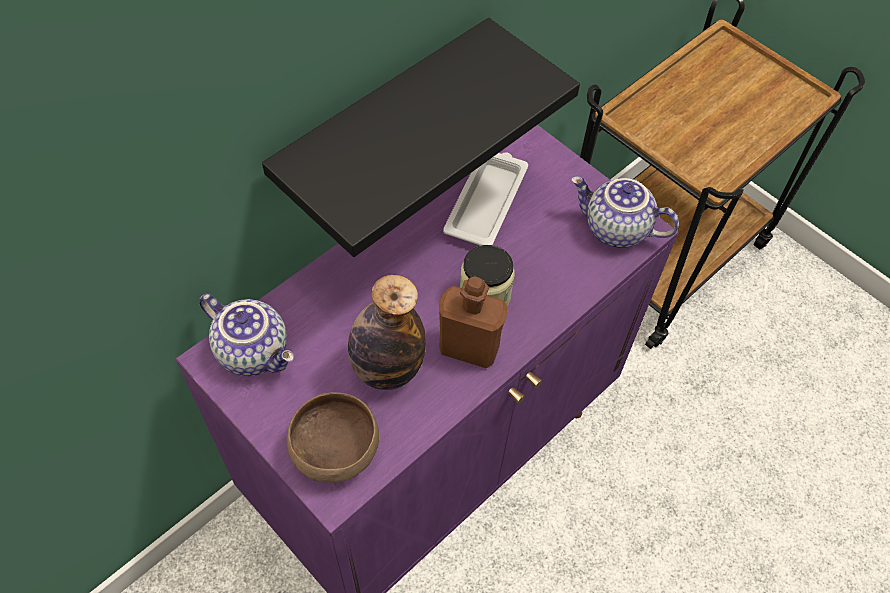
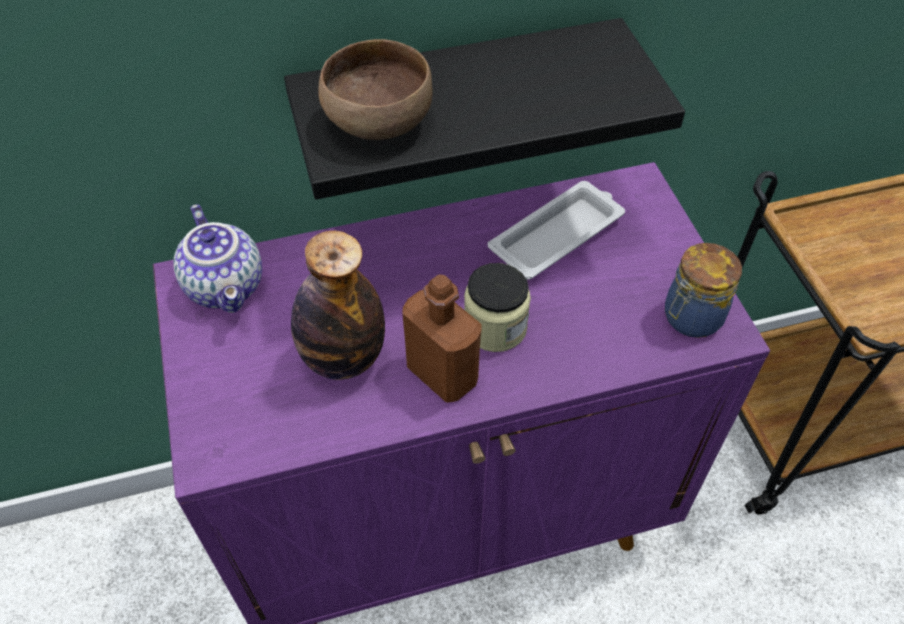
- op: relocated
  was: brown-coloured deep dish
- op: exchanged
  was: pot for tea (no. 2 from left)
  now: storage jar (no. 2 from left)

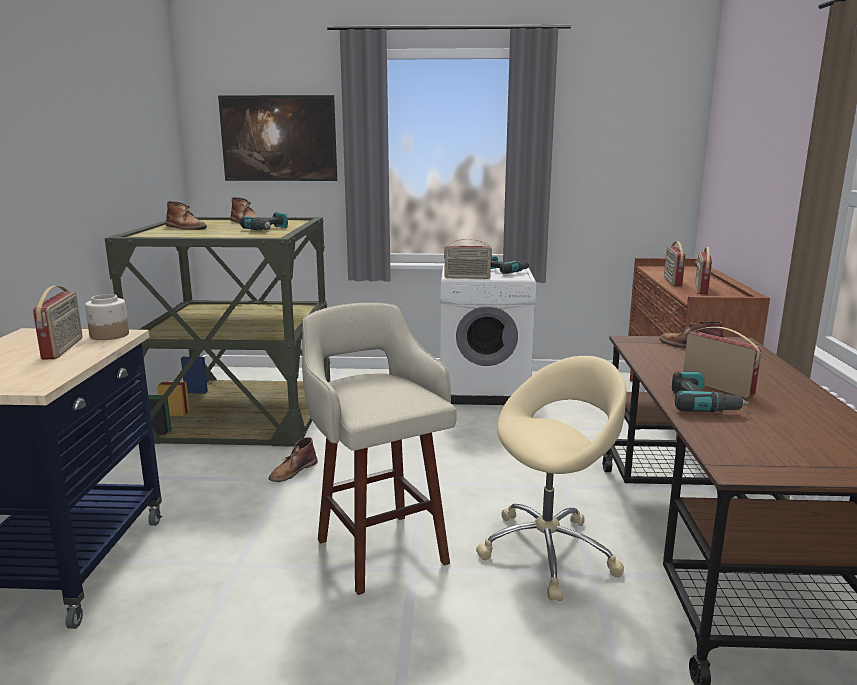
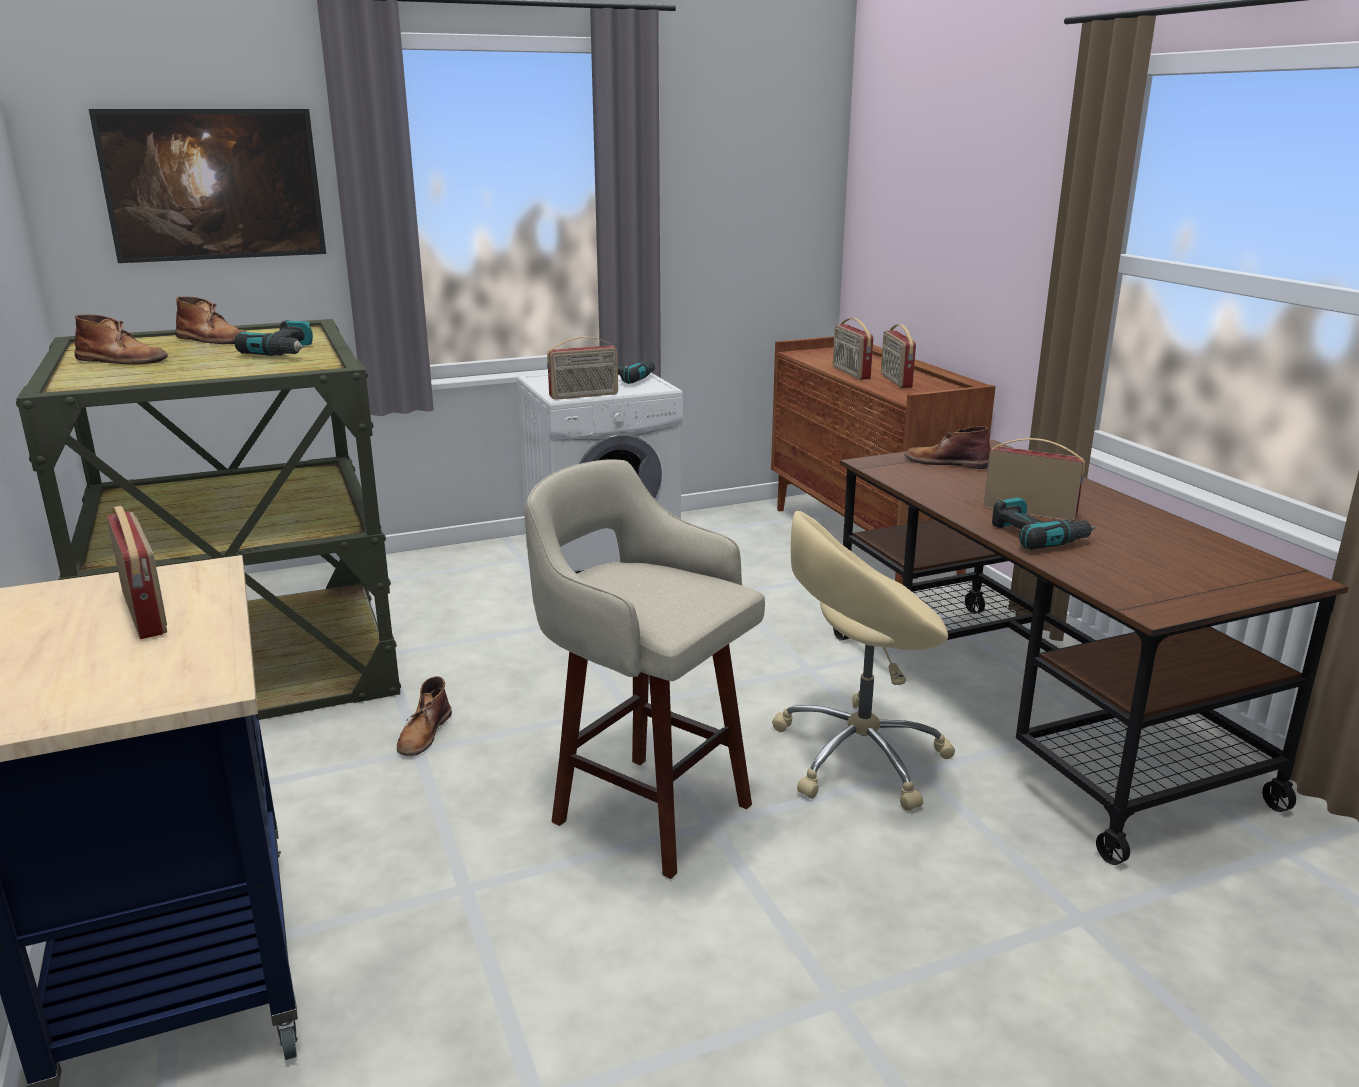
- op: missing
  was: storage jar
- op: spun
  was: sand-coloured office chair
  clockwise: -150

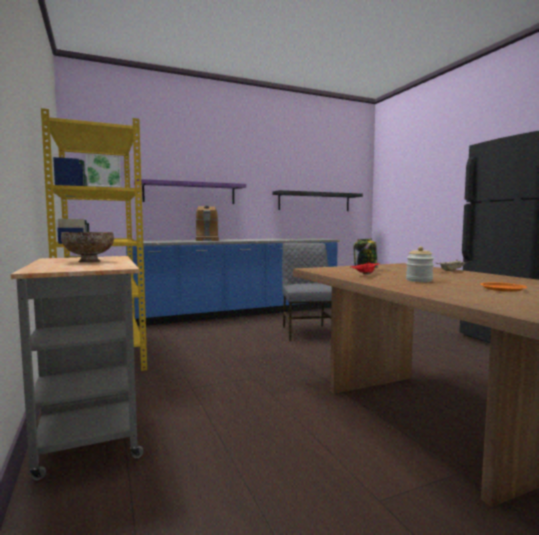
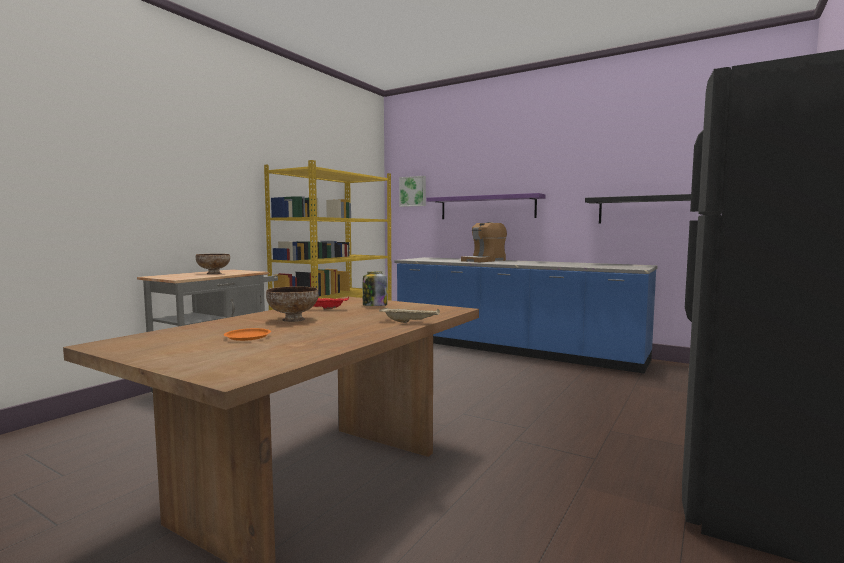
- op: missing
  was: gray chair
- op: exchanged
  was: storage jar (no. 2 from left)
  now: deep dish (no. 2 from left)

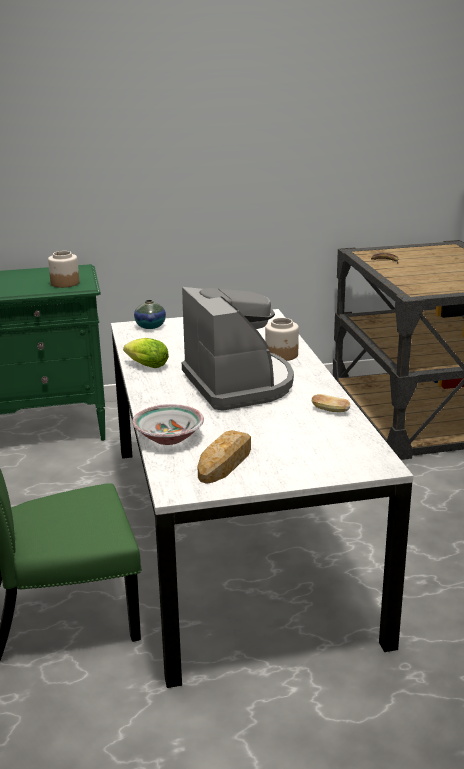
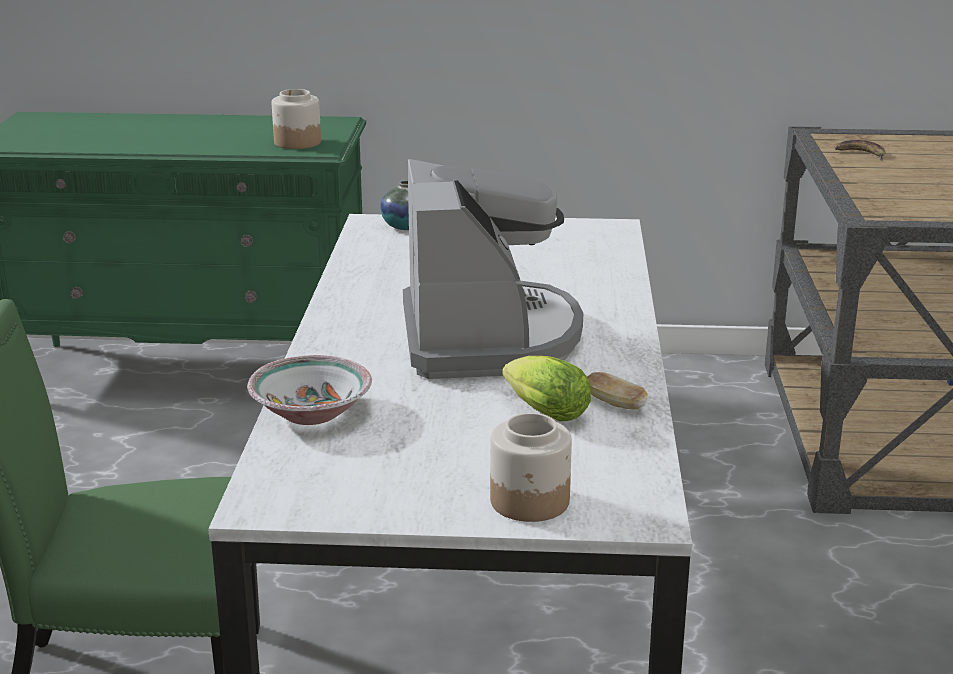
- op: missing
  was: bakery bread (no. 1 from left)
- op: relocated
  was: lettuce
- op: relocated
  was: storage jar (no. 2 from left)

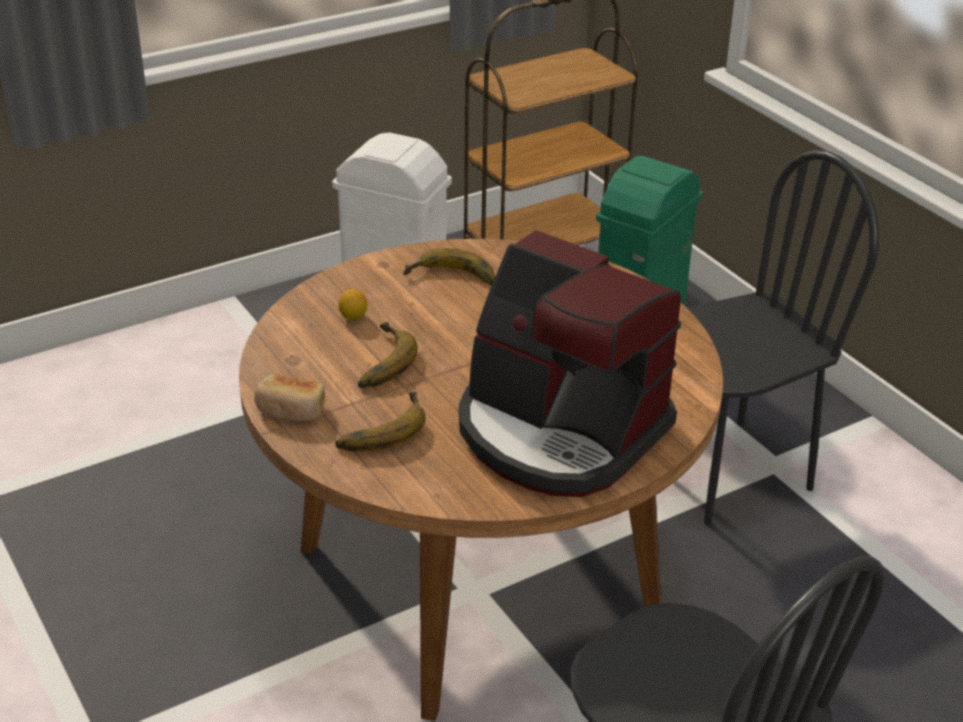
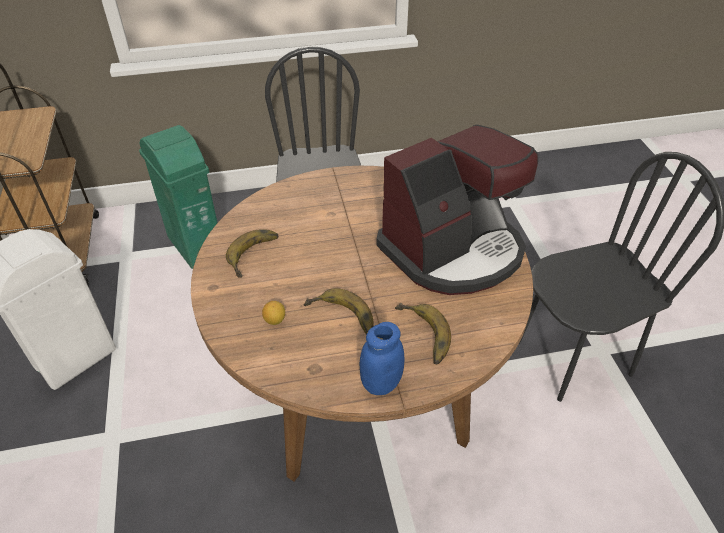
- op: exchanged
  was: bakery bread
  now: blue storage jar

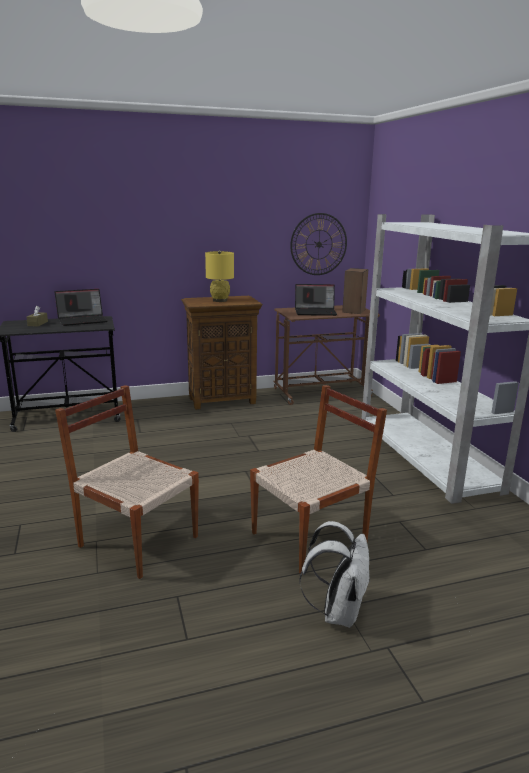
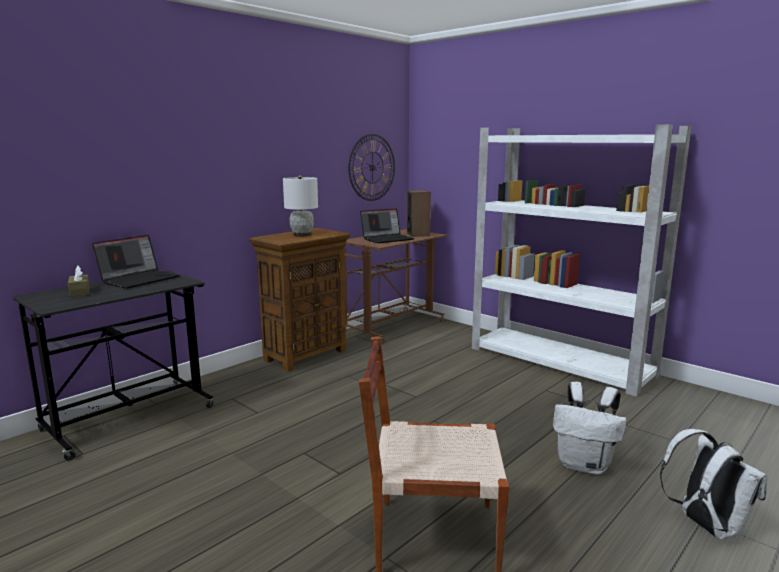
- op: exchanged
  was: chair (no. 2 from left)
  now: white-coloured knapsack (no. 1 from left)
- op: colour
  was: yellow-coloured tabletop lamp
  now: white-coloured tabletop lamp

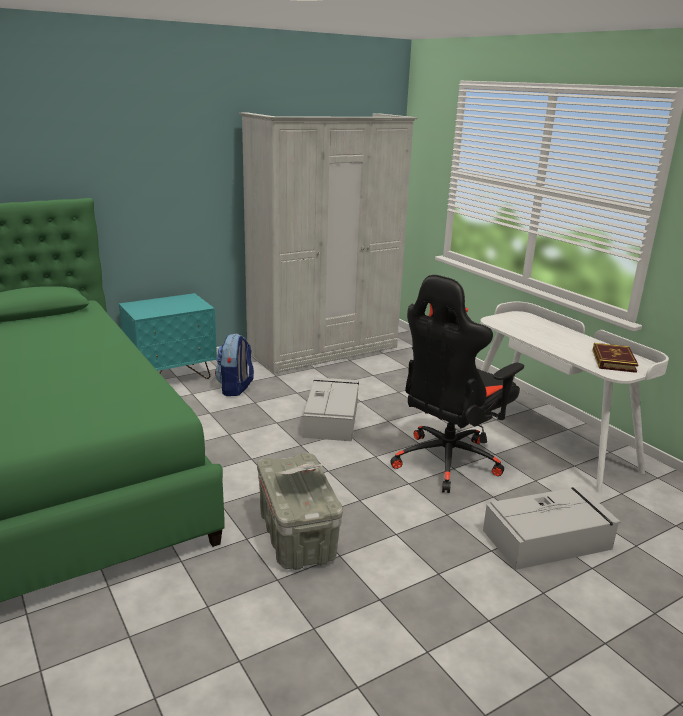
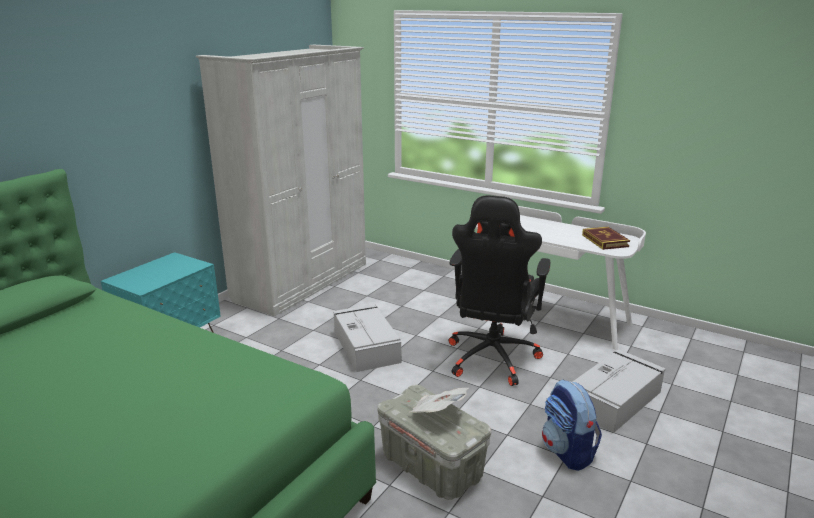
- op: relocated
  was: knapsack

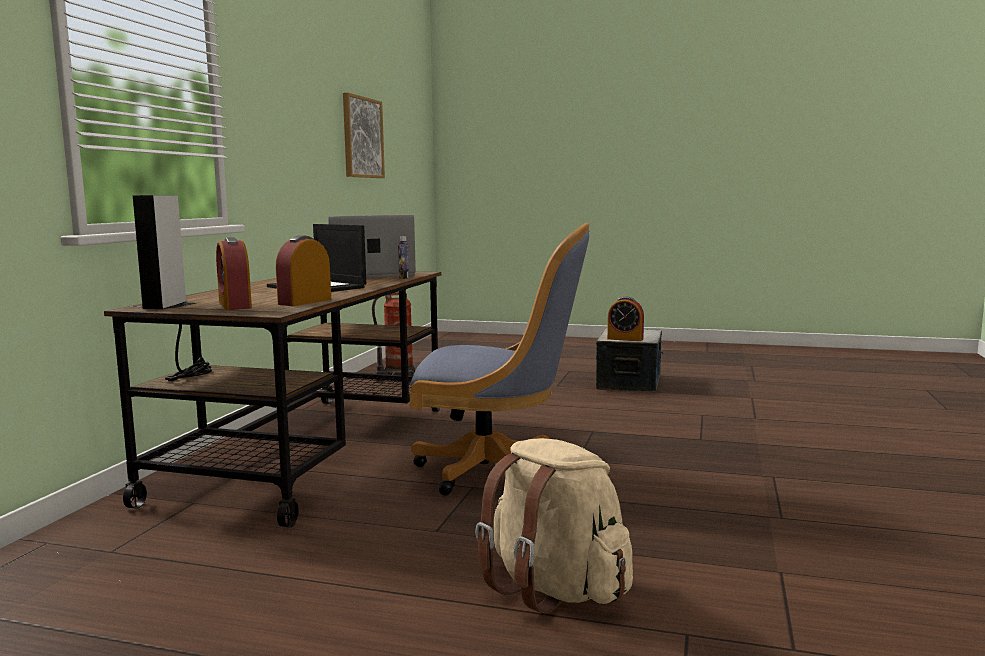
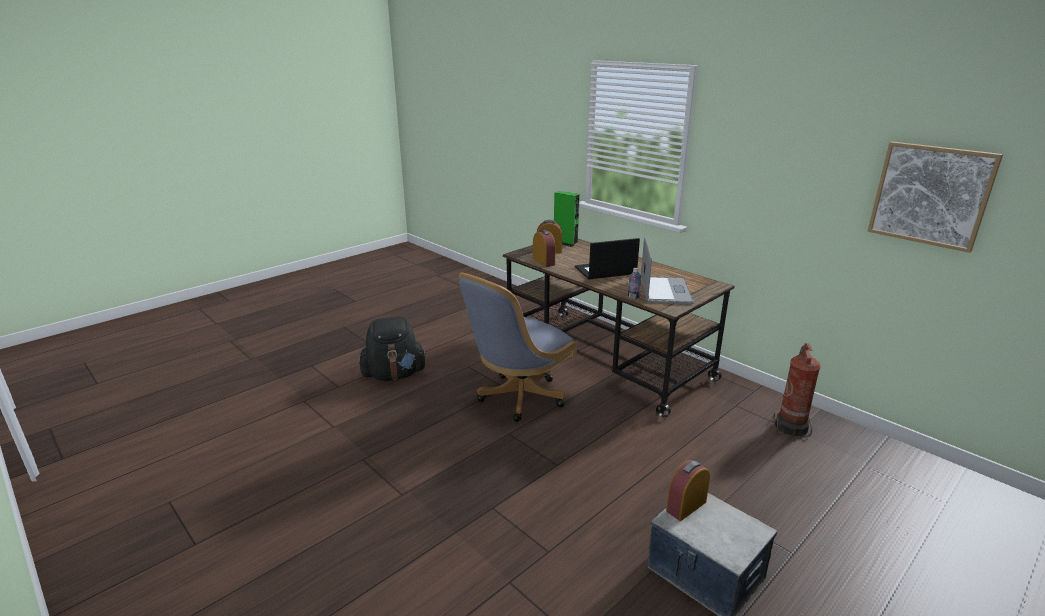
- op: colour
  was: gray audio speaker
  now: green-coloured audio speaker
- op: colour
  was: sand-coloured knapsack
  now: blackish knapsack

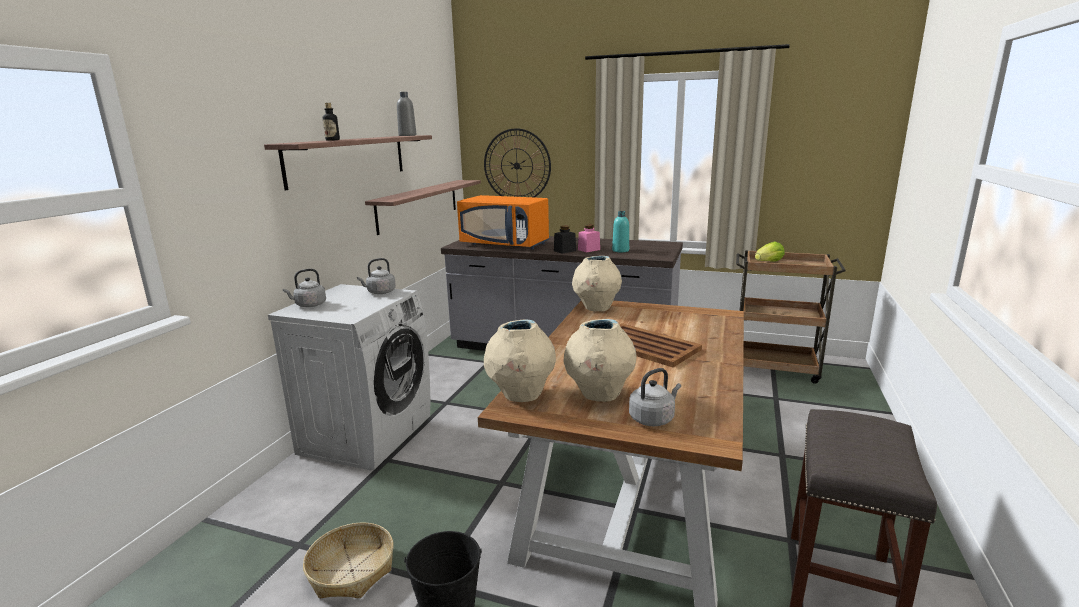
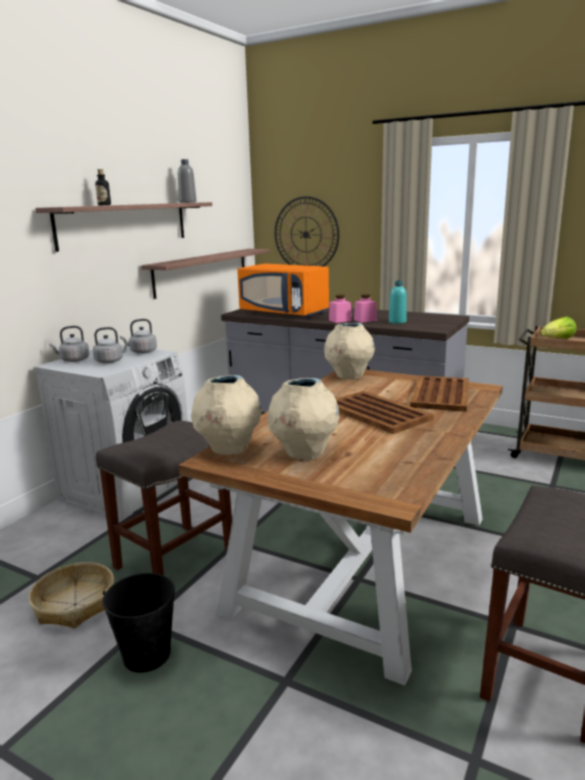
- op: appeared
  now: gray sitting stool (no. 1 from left)
- op: appeared
  now: brown-coloured carrying tray (no. 2 from left)
- op: relocated
  was: gray water kettle (no. 3 from left in the first image)
  now: gray water kettle (no. 2 from left)
- op: colour
  was: blackish storage jar
  now: pink-coloured storage jar (no. 1 from left)

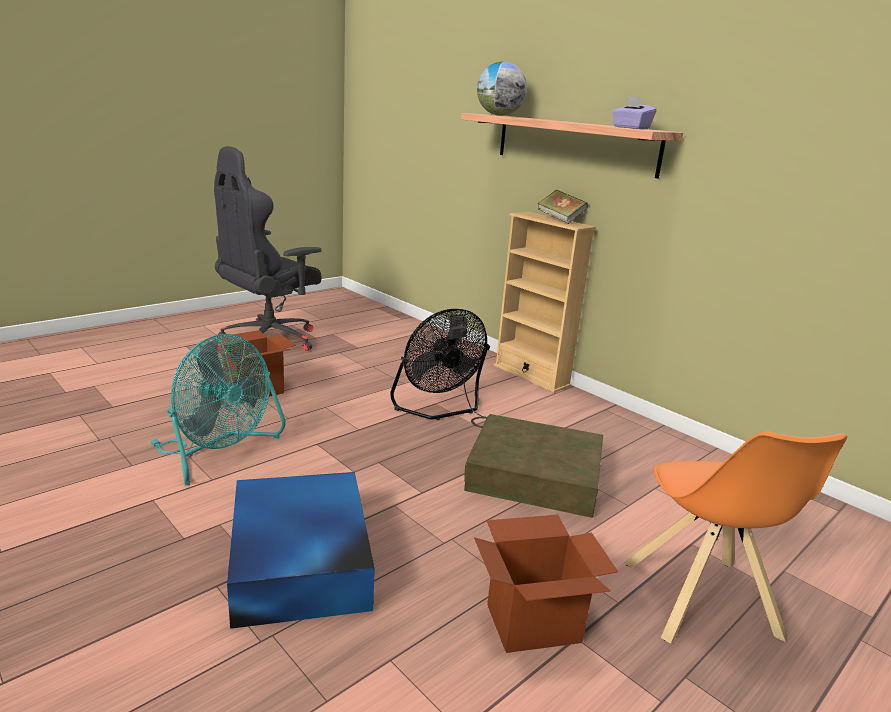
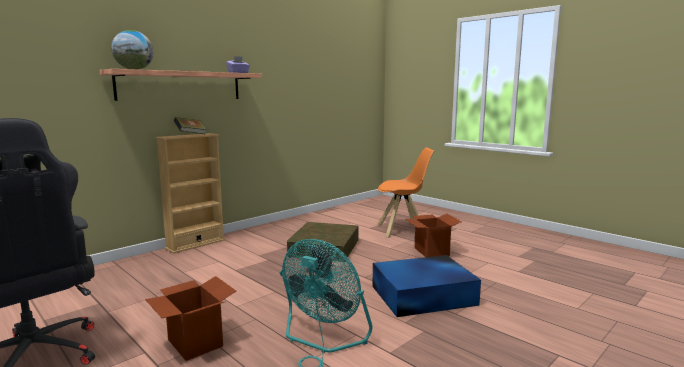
- op: missing
  was: blackish electric fan

